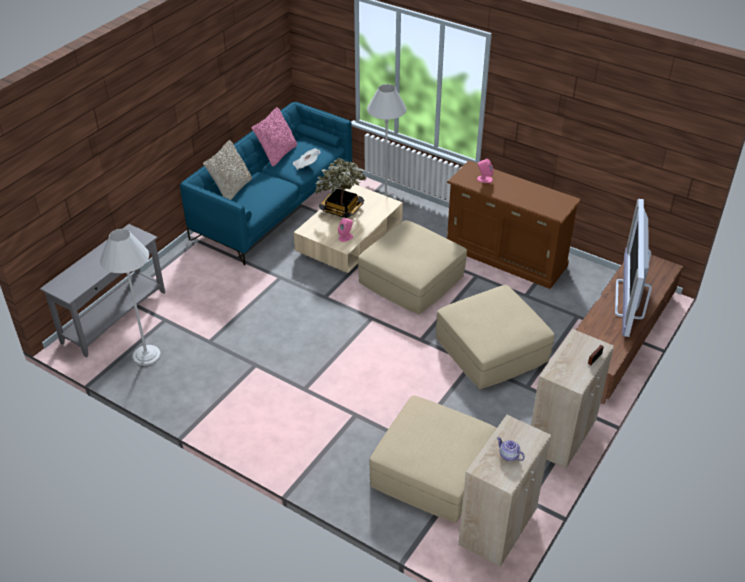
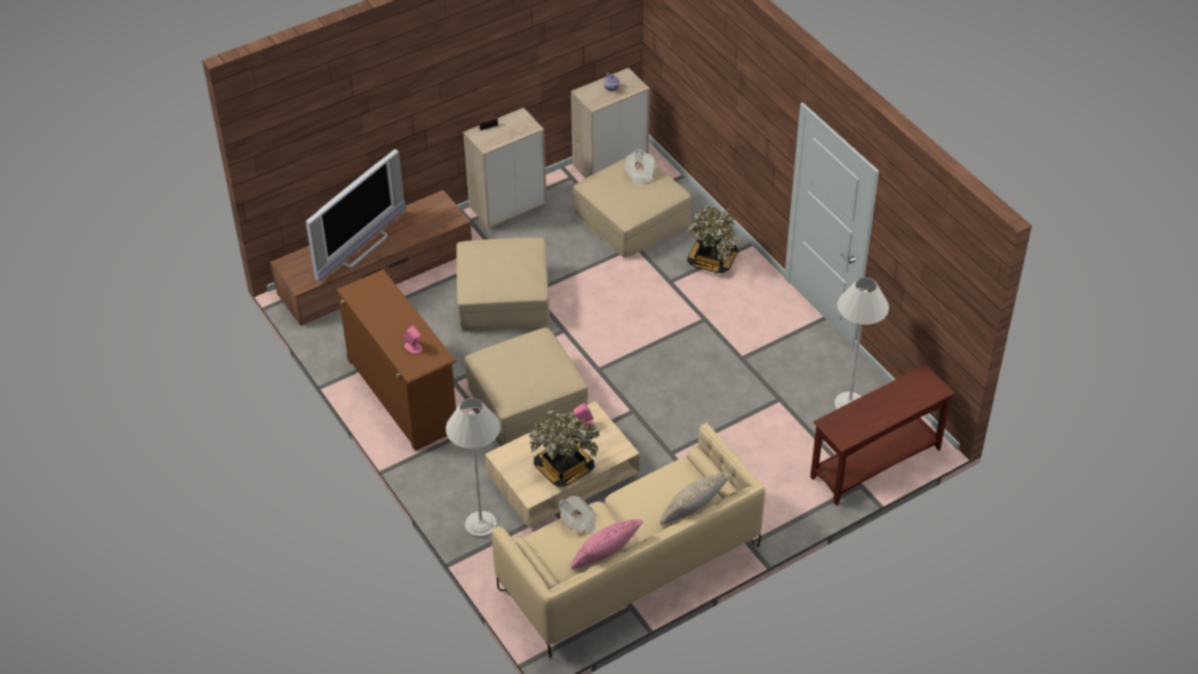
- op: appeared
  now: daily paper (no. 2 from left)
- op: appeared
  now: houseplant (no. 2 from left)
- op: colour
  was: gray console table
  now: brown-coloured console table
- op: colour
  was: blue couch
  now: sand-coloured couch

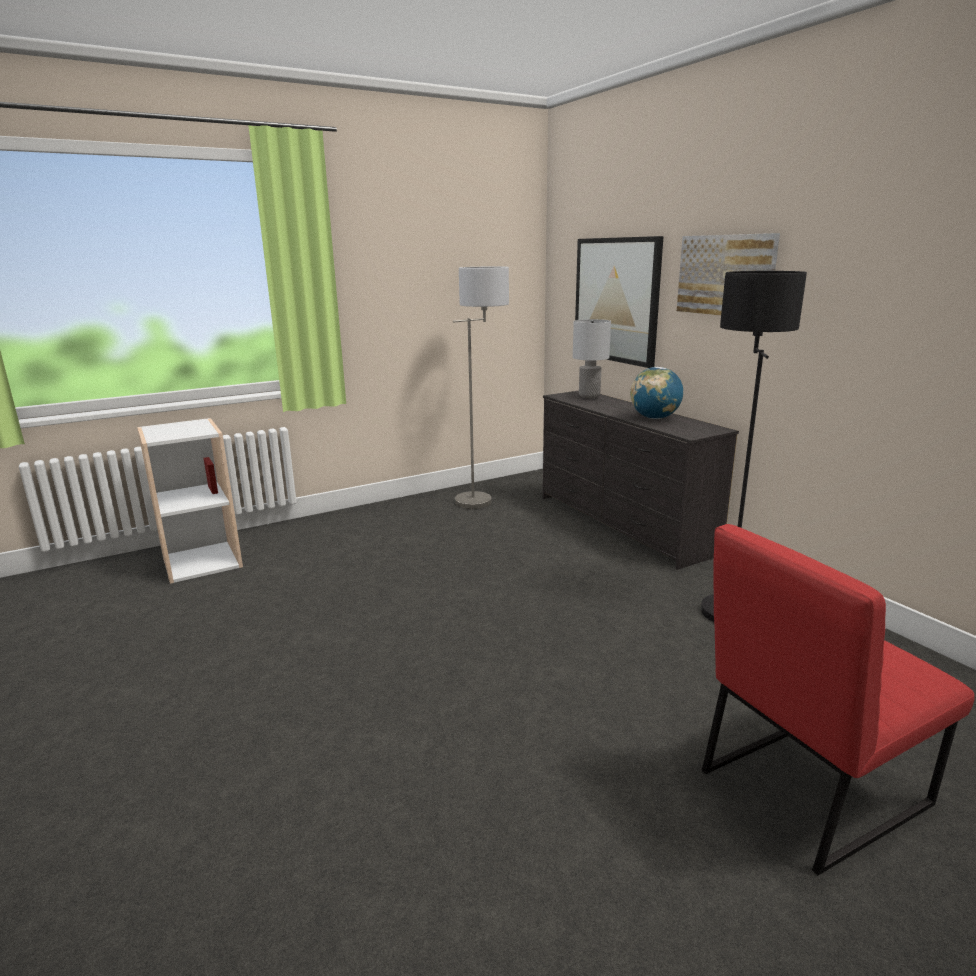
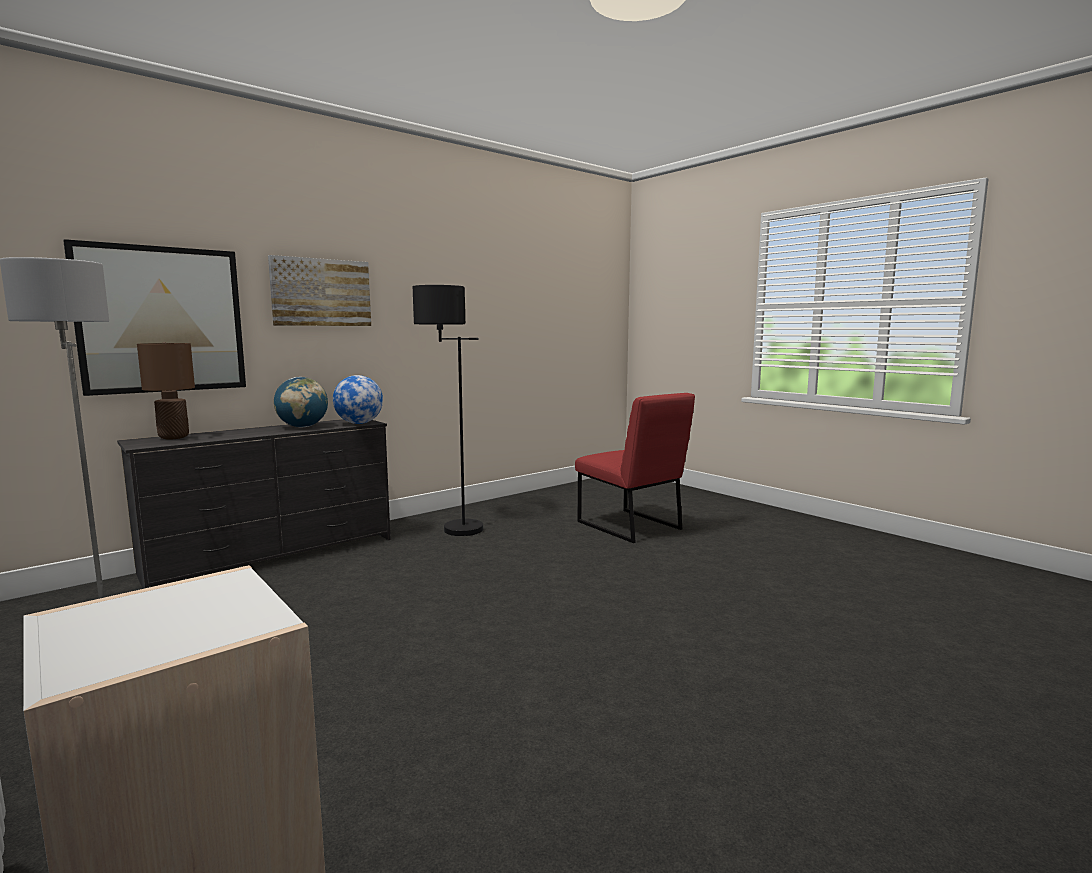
- op: appeared
  now: world globe (no. 2 from left)
- op: colour
  was: gray tabletop lamp
  now: brown-coloured tabletop lamp

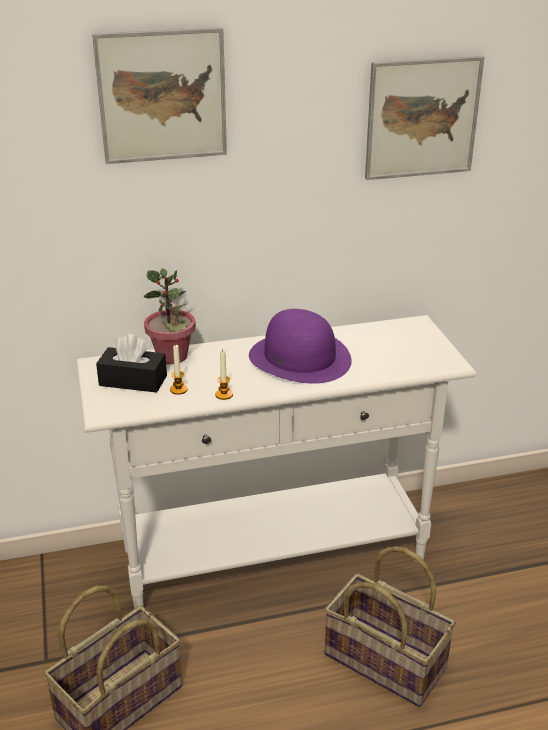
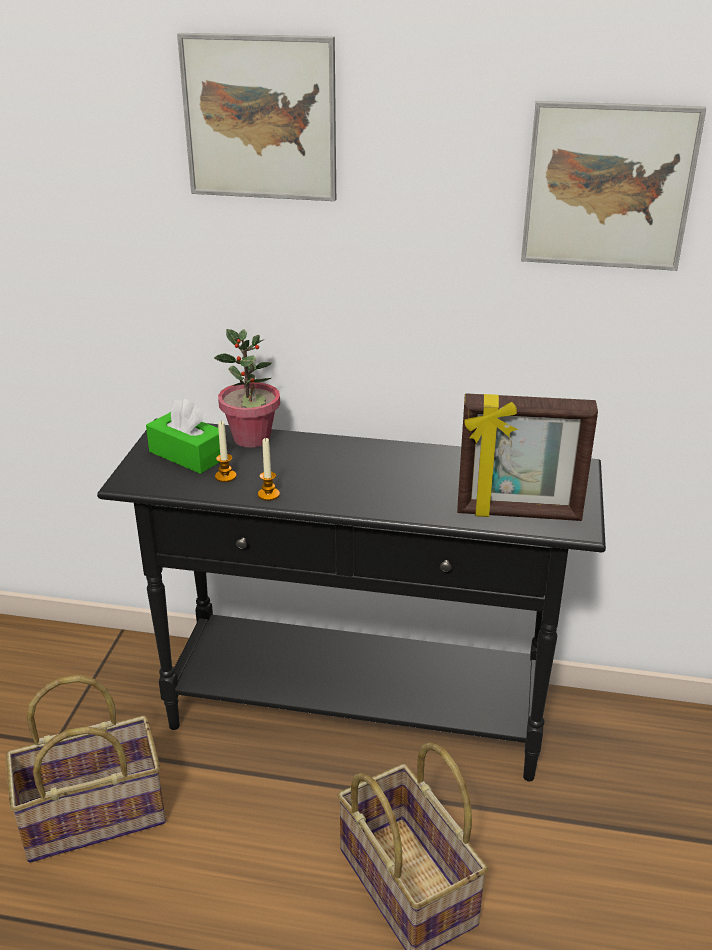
- op: missing
  was: purple wearable hat
- op: appeared
  now: photo frame
- op: colour
  was: white-coloured console table
  now: blackish console table
- op: colour
  was: blackish tissue box
  now: green-coloured tissue box

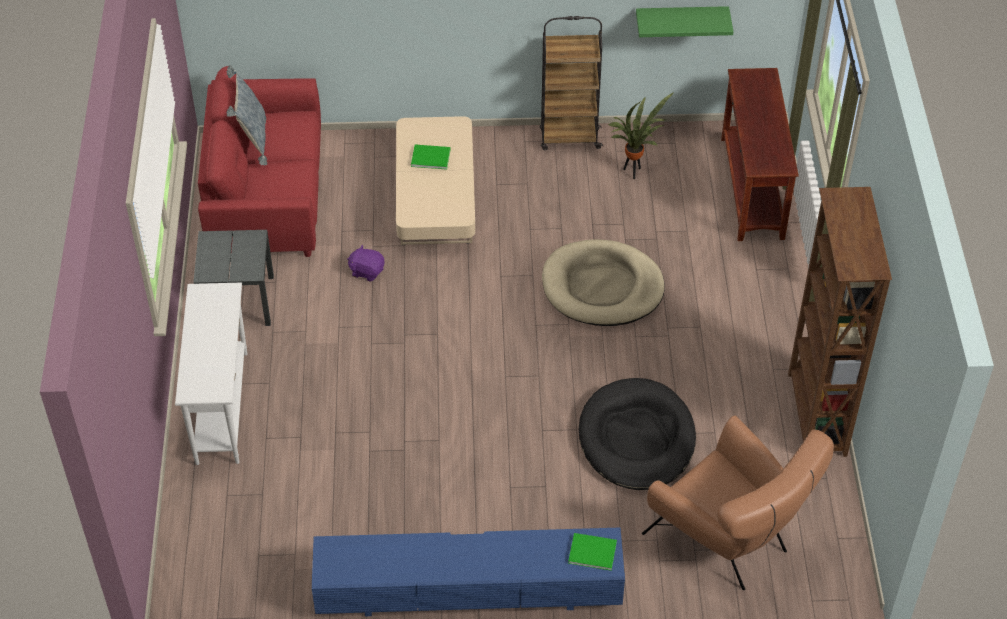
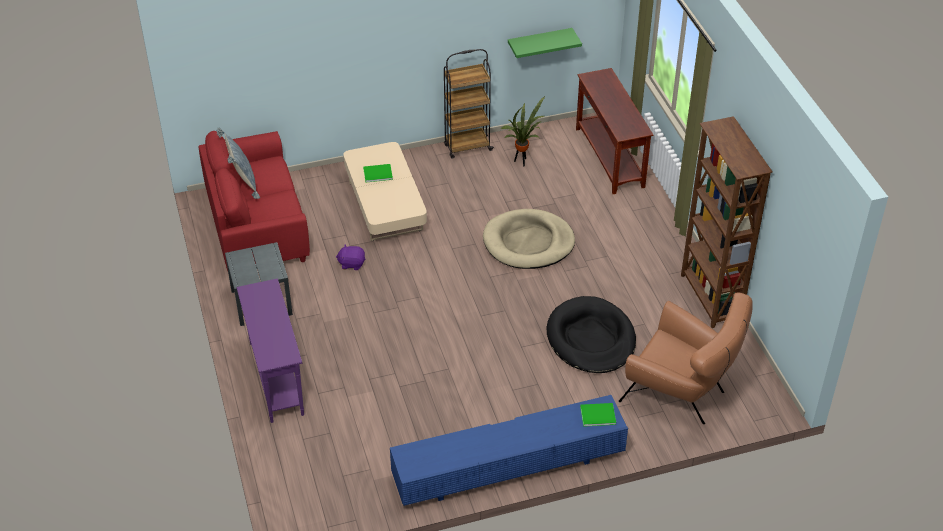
- op: colour
  was: white-coloured console table
  now: purple console table

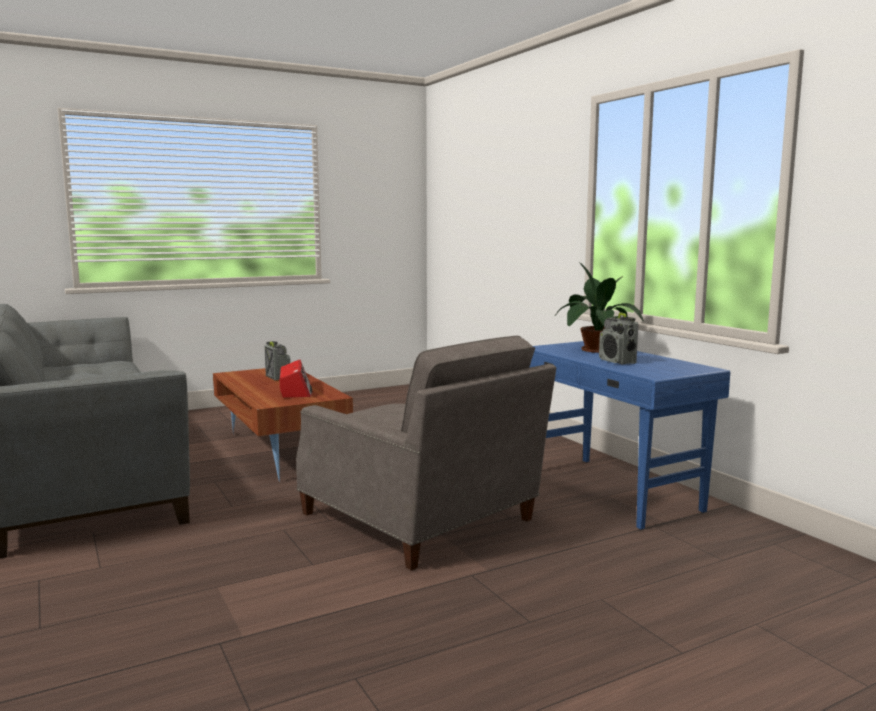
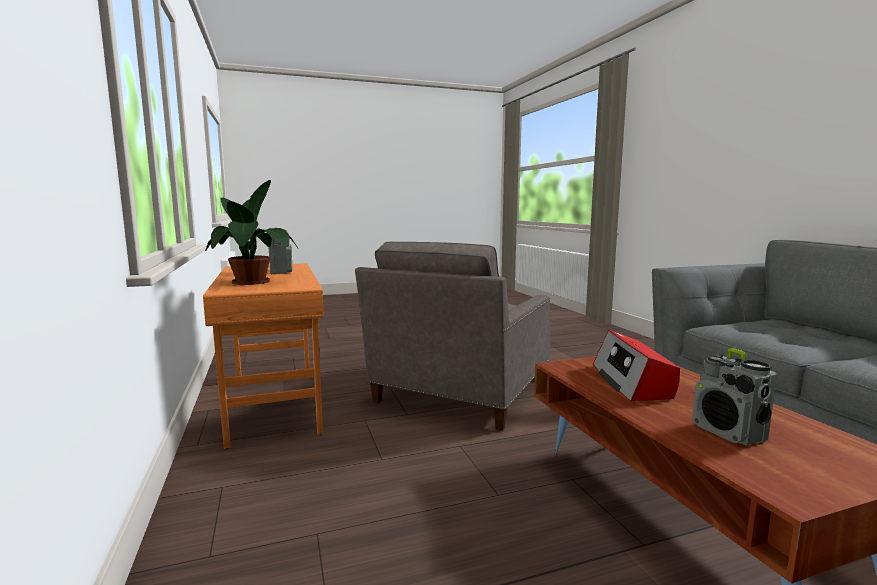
- op: colour
  was: blue console table
  now: orange-coloured console table
- op: spun
  was: gray armchair
  clockwise: -120

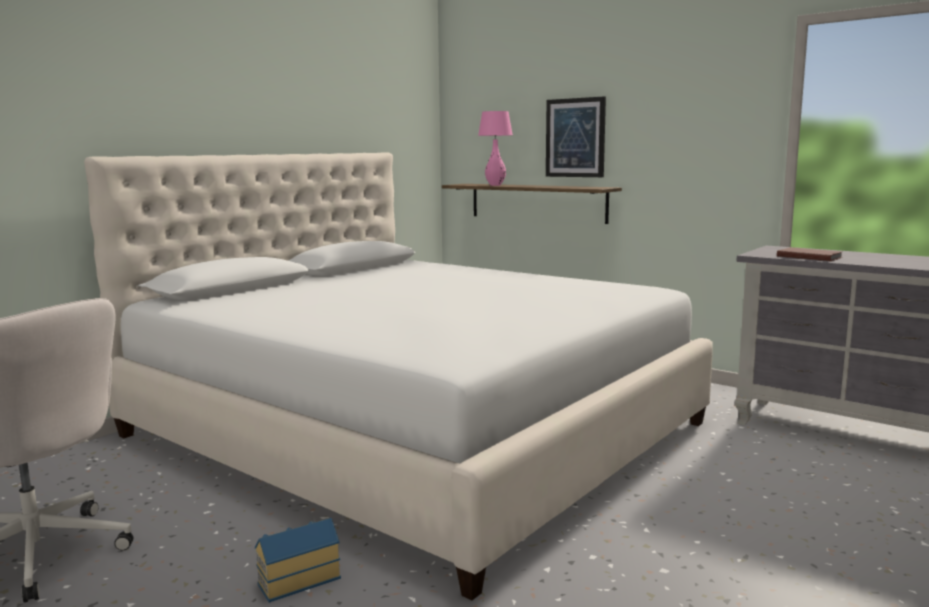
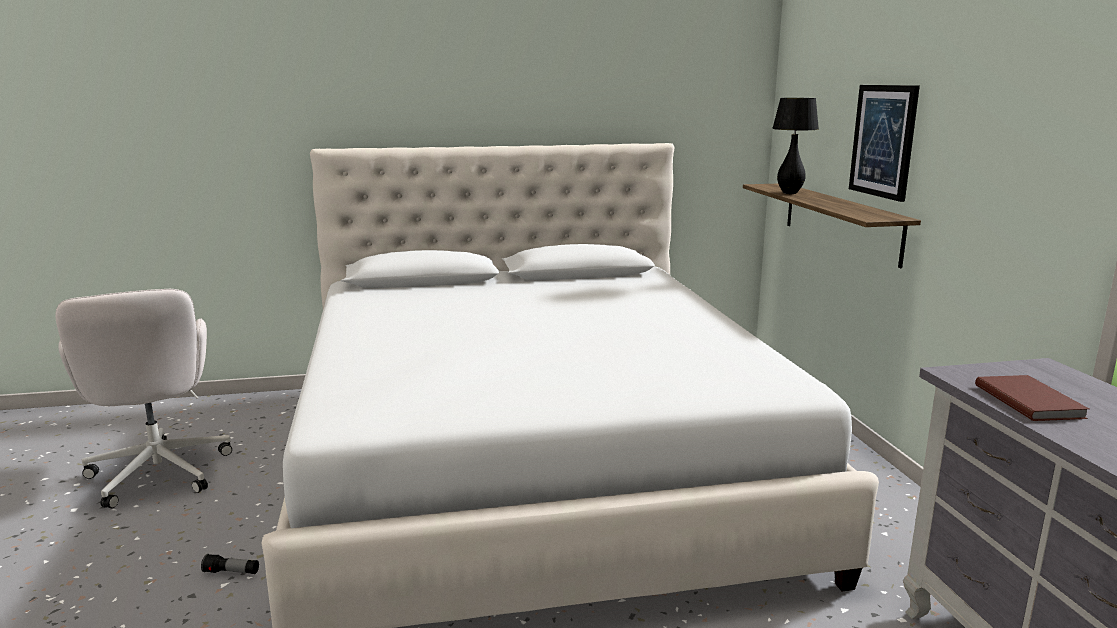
- op: exchanged
  was: toy house
  now: hand torch
- op: colour
  was: pink-coloured tabletop lamp
  now: blackish tabletop lamp

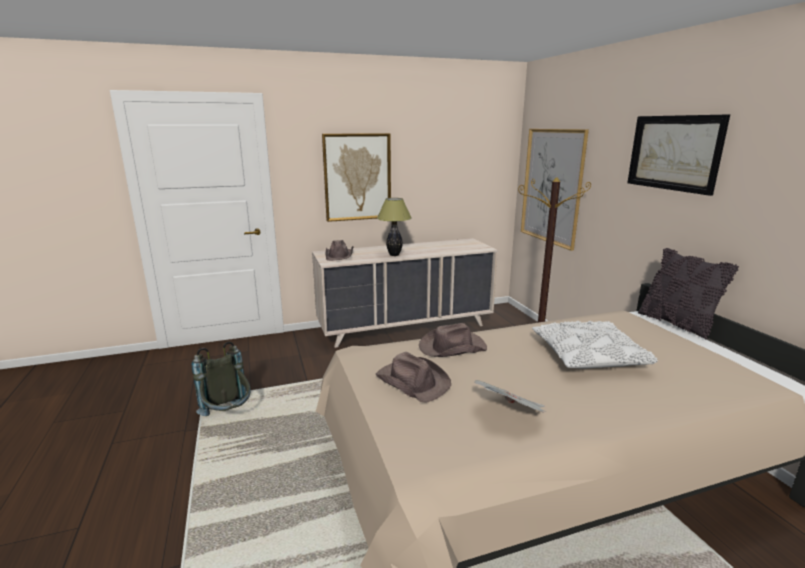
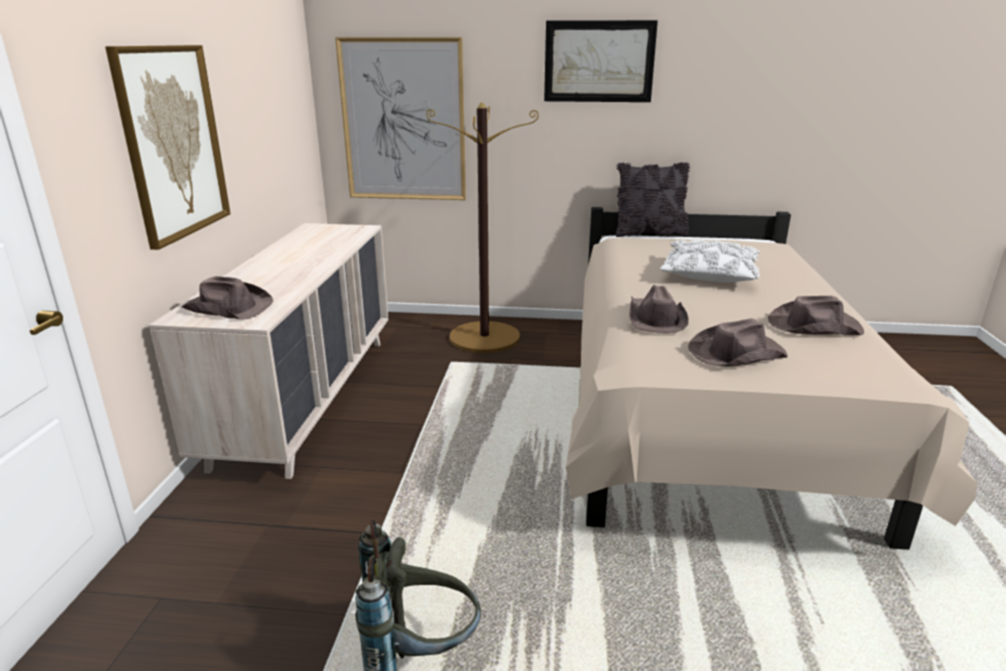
- op: missing
  was: tabletop lamp
- op: exchanged
  was: daily paper
  now: brown-coloured wearable hat (no. 4 from left)

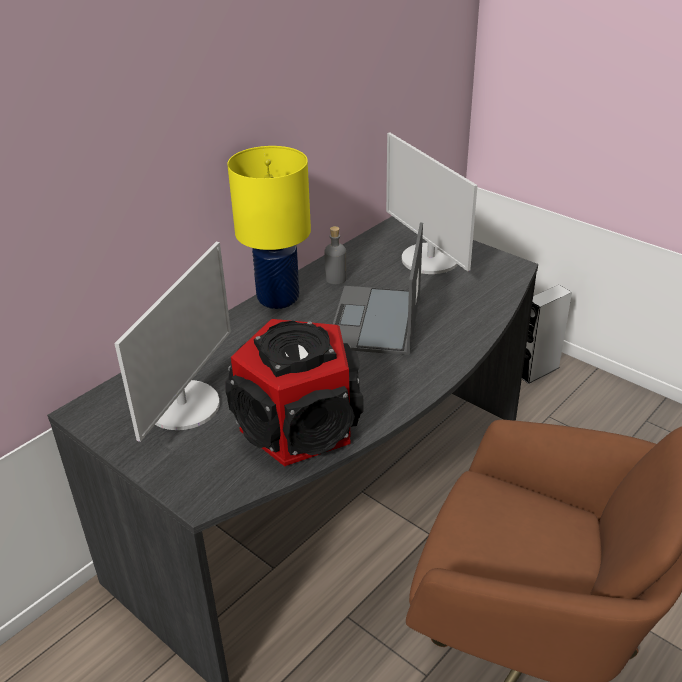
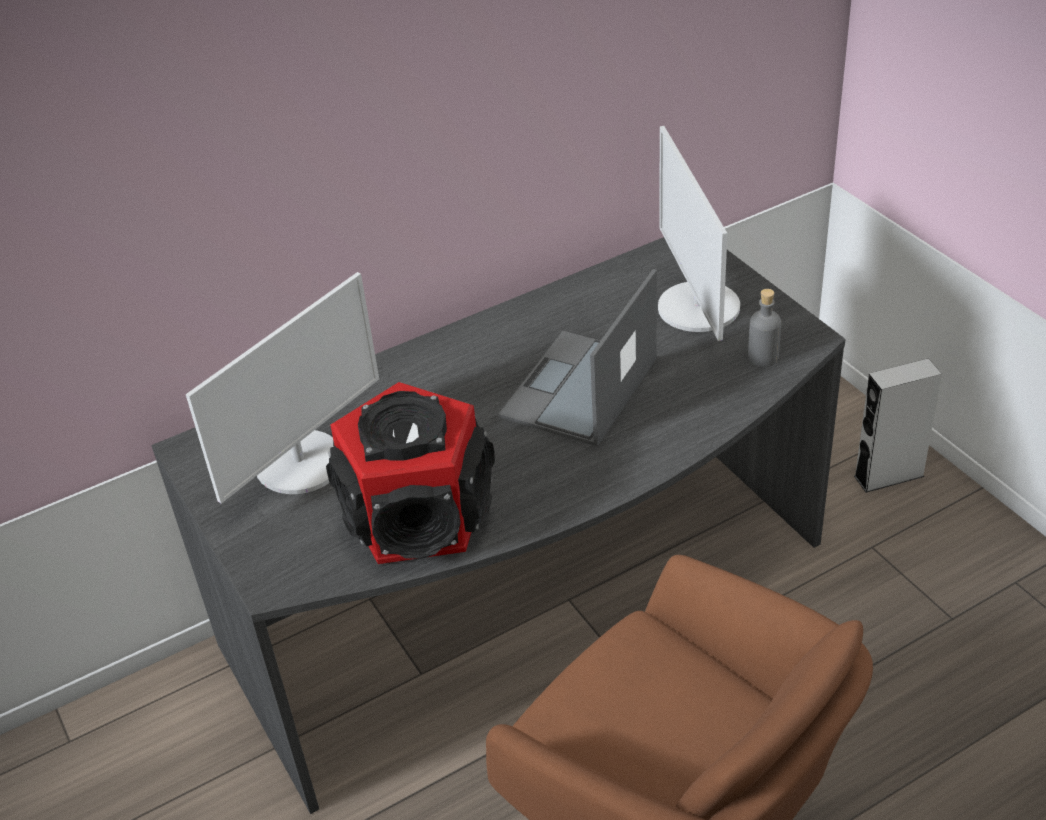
- op: missing
  was: yellow-coloured tabletop lamp
- op: relocated
  was: gray beverage bottle

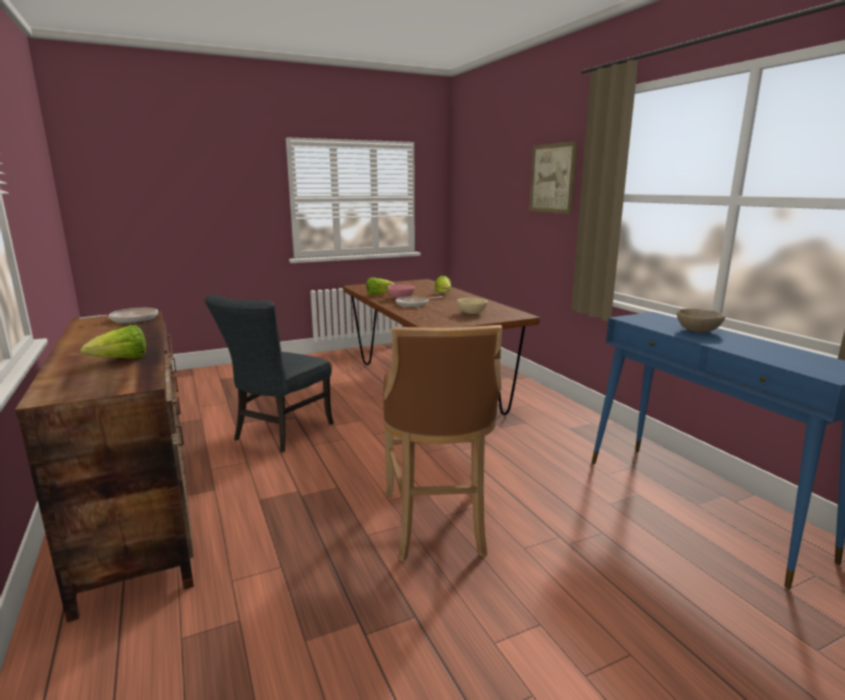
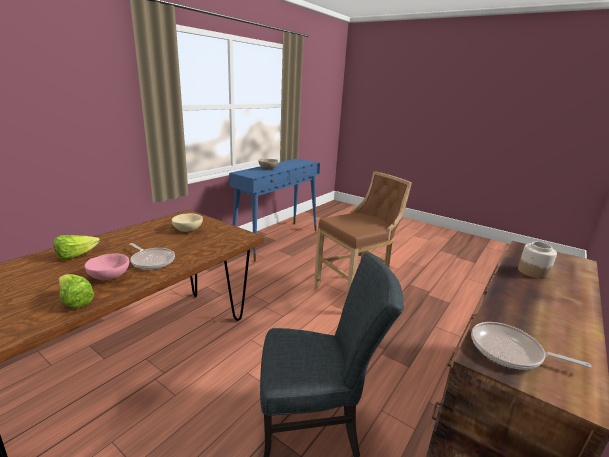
- op: missing
  was: picture
- op: exchanged
  was: lettuce (no. 1 from left)
  now: storage jar

